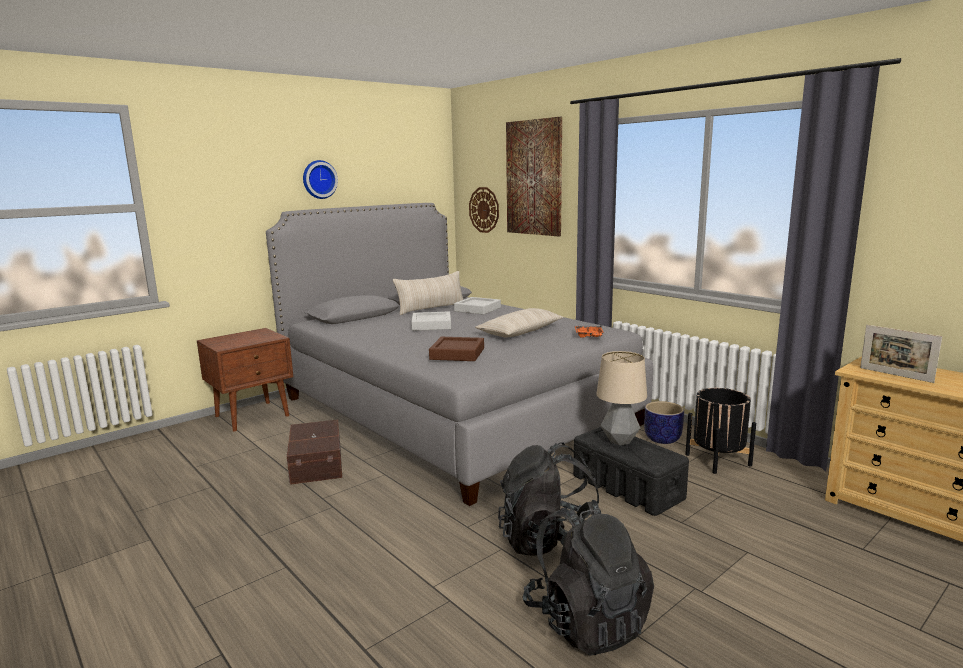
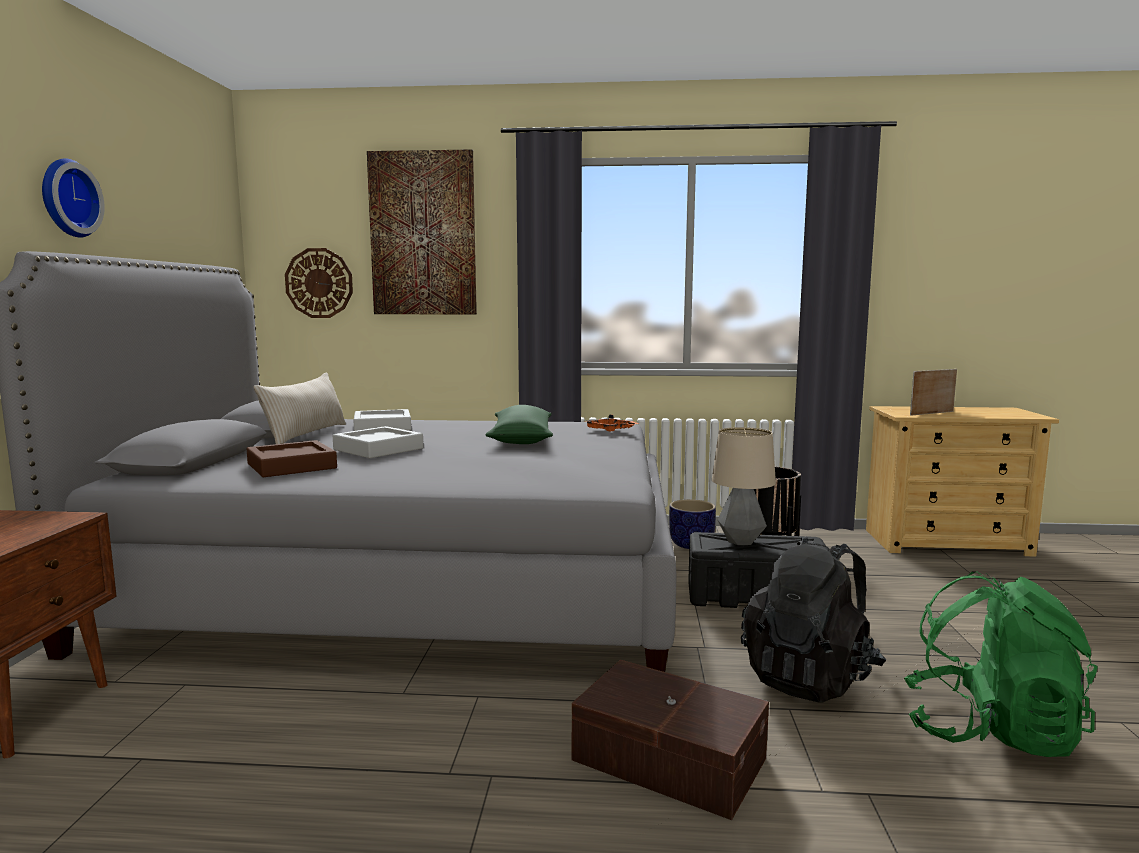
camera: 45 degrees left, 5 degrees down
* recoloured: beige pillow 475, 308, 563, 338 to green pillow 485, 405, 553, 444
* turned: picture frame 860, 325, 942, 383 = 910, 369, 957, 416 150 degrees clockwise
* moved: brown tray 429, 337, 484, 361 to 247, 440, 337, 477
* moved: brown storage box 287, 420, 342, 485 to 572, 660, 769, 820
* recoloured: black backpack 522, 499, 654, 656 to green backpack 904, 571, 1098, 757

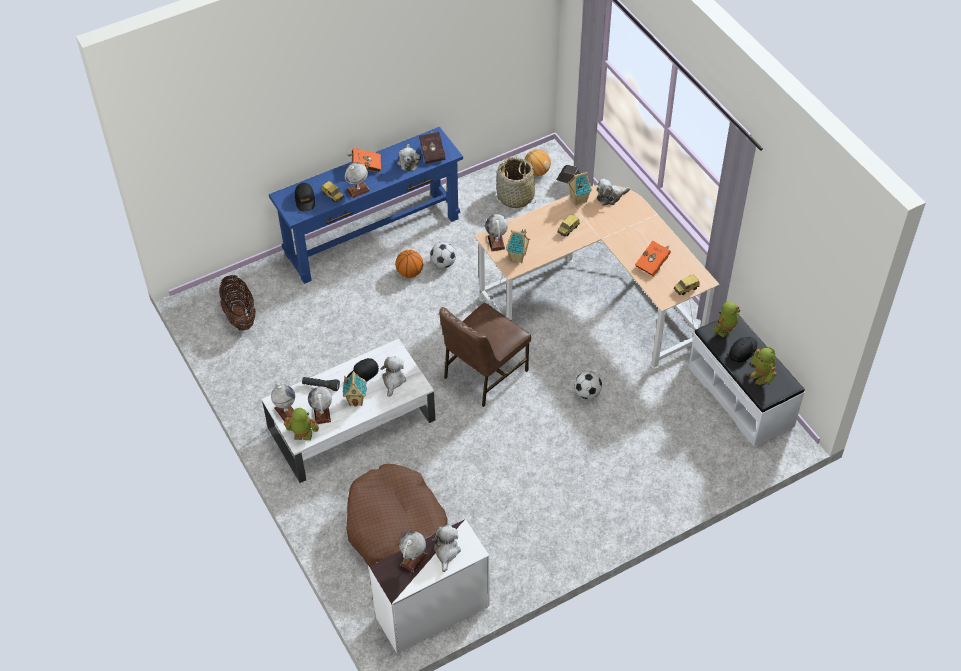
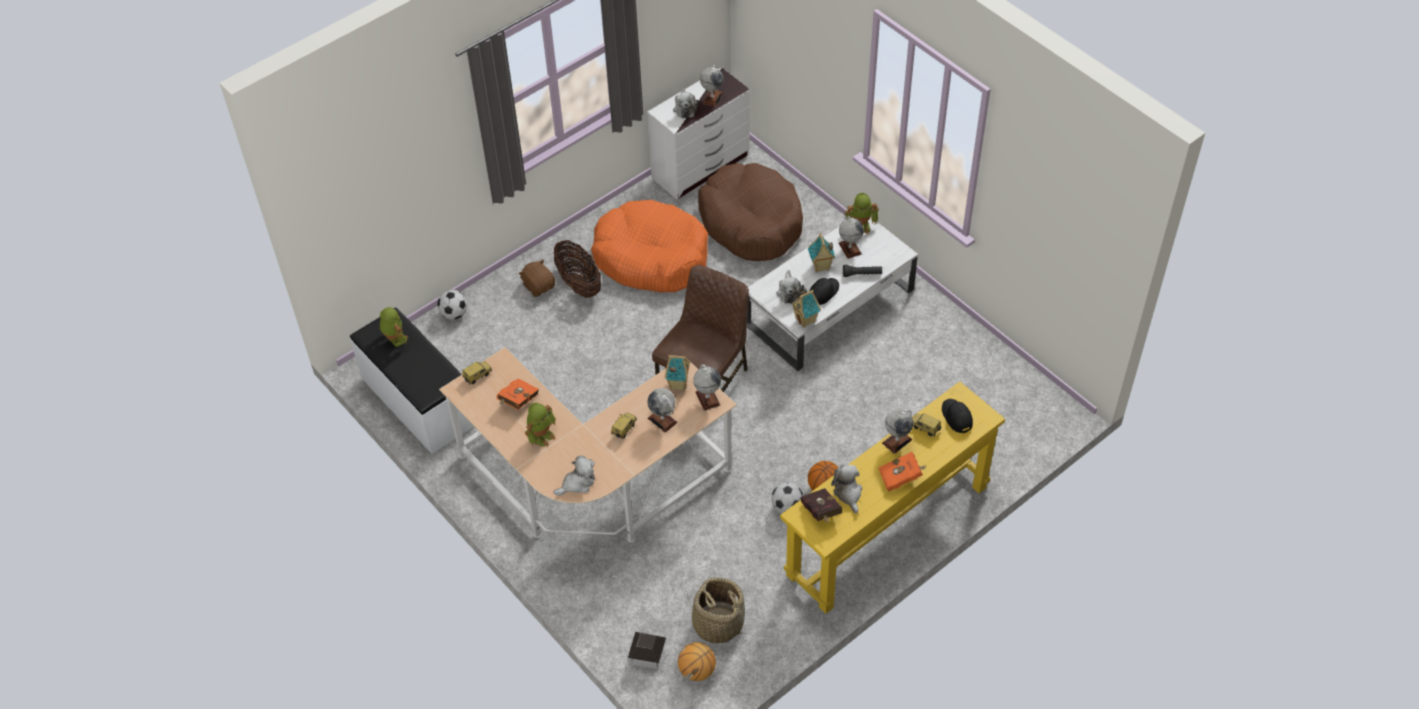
camera: 170 degrees right, 0 degrees up
* recoloured: blue console table 269, 127, 463, 284 to yellow console table 780, 382, 1005, 614
* moved: toy house 567, 172, 592, 205 to 791, 288, 821, 328
* moved: basket 219, 275, 256, 331 to 554, 240, 601, 298
* moved: toy robot 714, 302, 740, 338 to 525, 403, 556, 447
* removed: black cap 729, 337, 757, 363
* moved: football 574, 371, 602, 399 to 437, 290, 467, 320
* moved: globe 271, 383, 295, 422 to 647, 388, 678, 433
* added: orange dog bed 591, 200, 708, 292
* added: brown plush toy 519, 259, 555, 297

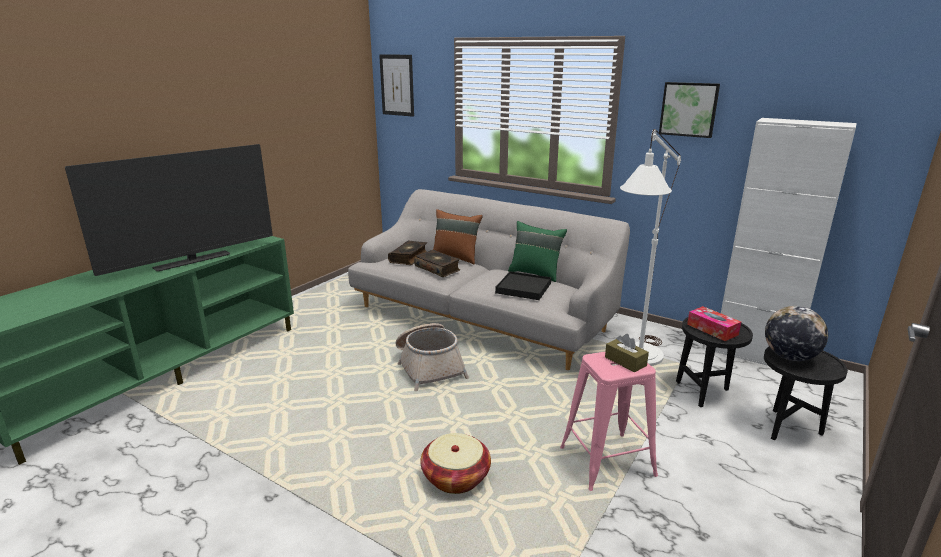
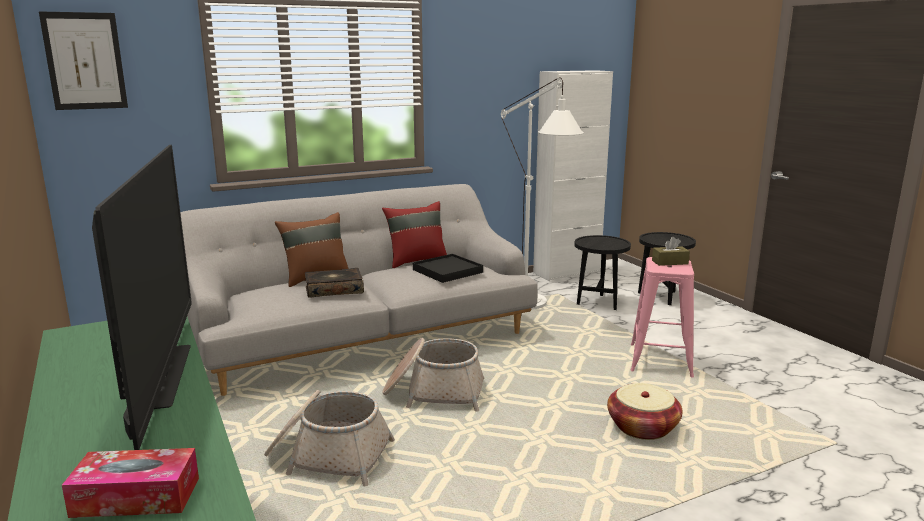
camera: 60 degrees left, 5 degrees down
* removed: picture 659, 82, 720, 138
* recoloured: green pillow 508, 221, 567, 282 to red pillow 382, 201, 447, 268
* removed: book 388, 241, 427, 265
* moved: tissue box 687, 306, 741, 341 to 62, 448, 199, 518
* removed: globe 765, 306, 828, 361
* added: basket 264, 390, 395, 486

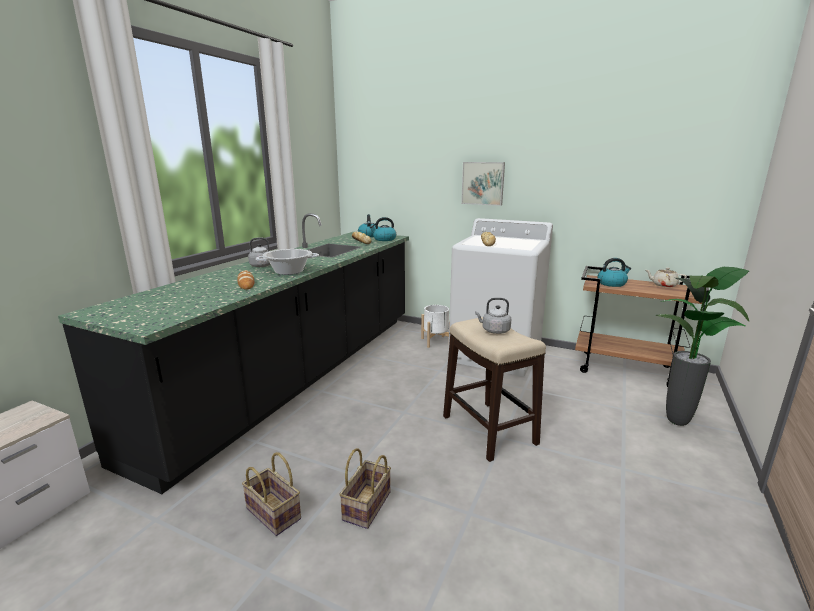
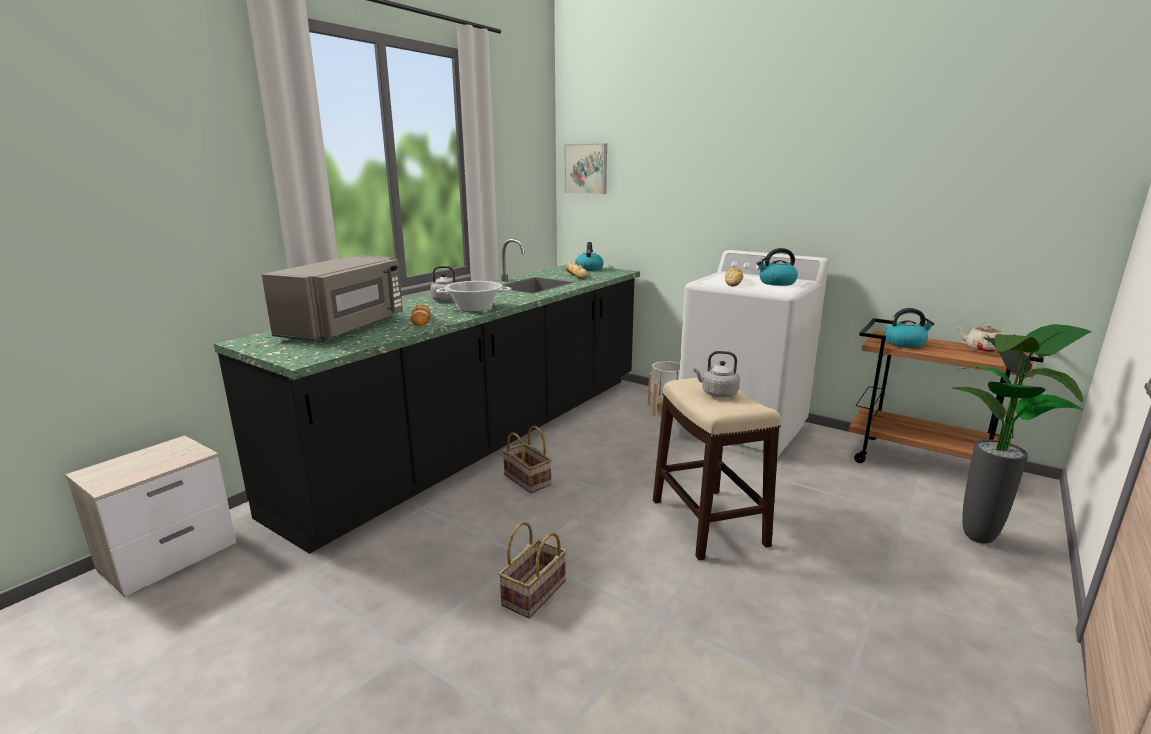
camera: 10 degrees right, 0 degrees up
* moved: picture 461, 162, 505, 206 to 564, 143, 607, 194
* moved: kettle 370, 217, 396, 241 to 756, 248, 798, 286
* moved: basket 242, 452, 301, 536 to 503, 426, 552, 493
* added: grey microwave 262, 255, 403, 341

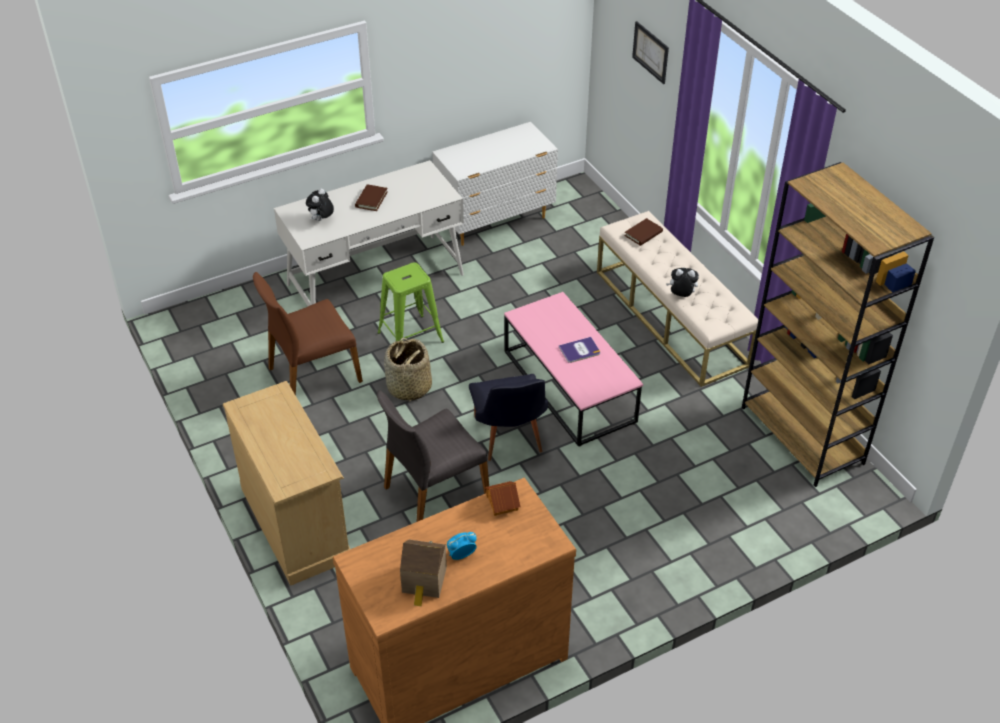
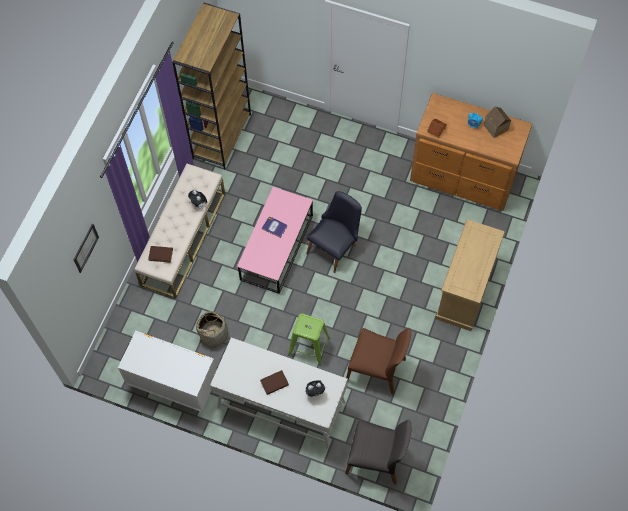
camera: 130 degrees left, 20 degrees up
* moved: basket 384, 338, 432, 402 to 196, 311, 231, 348
* moved: grey chair 377, 390, 489, 522 to 345, 419, 411, 485

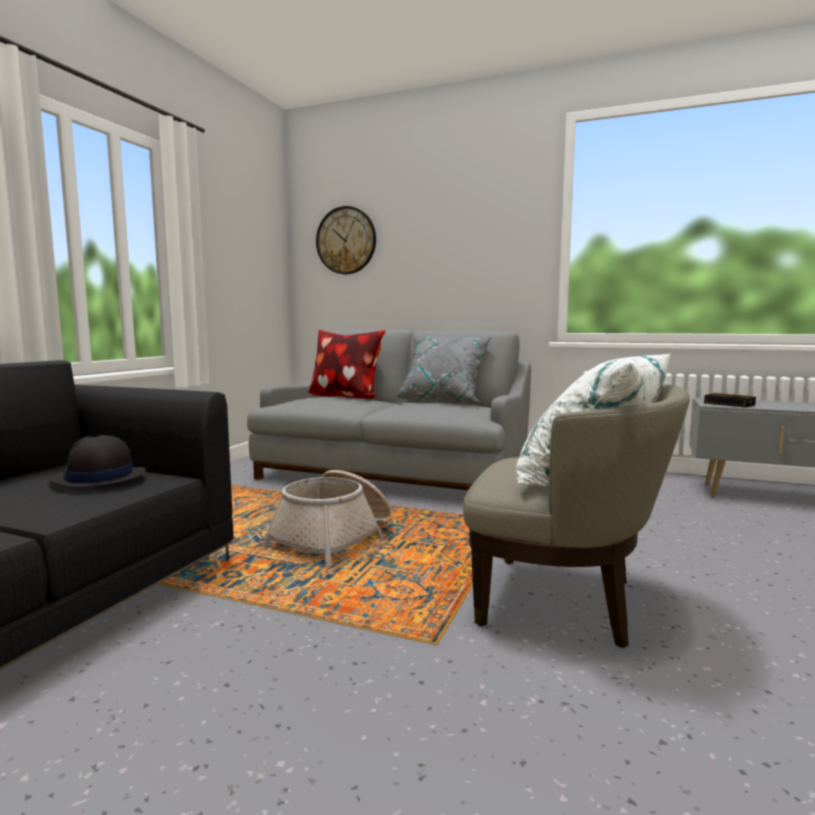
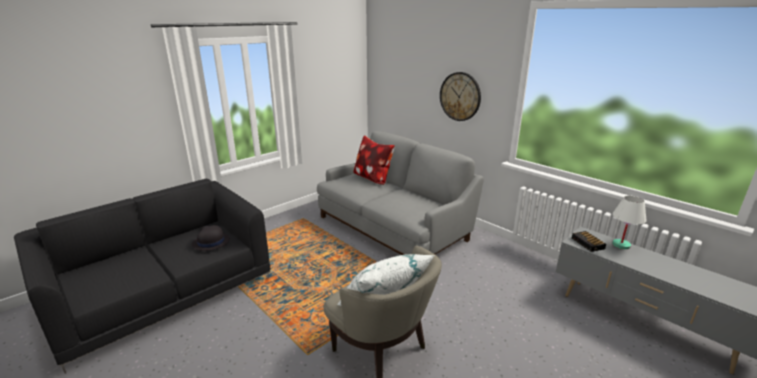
camera: 25 degrees right, 15 degrees up
* moved: wall clock 316, 206, 376, 274 to 440, 72, 481, 121
* removed: grey pillow 393, 336, 492, 404
* removed: basket 262, 470, 391, 566
* added: white table lamp 612, 196, 647, 249

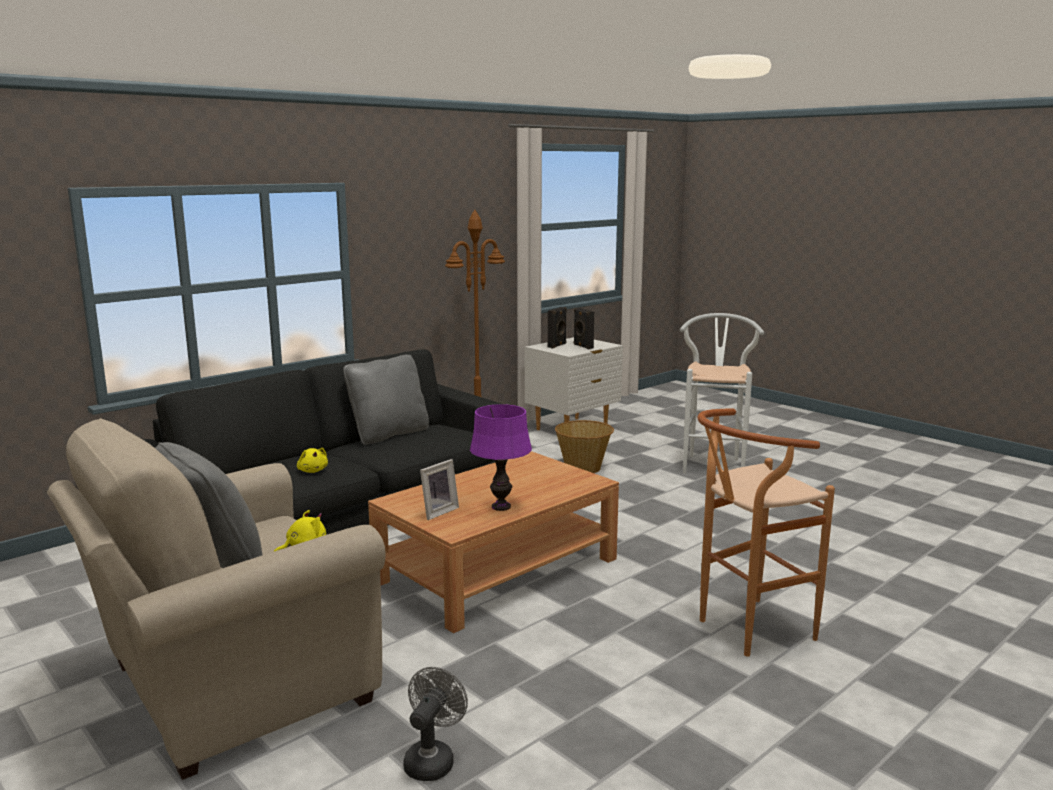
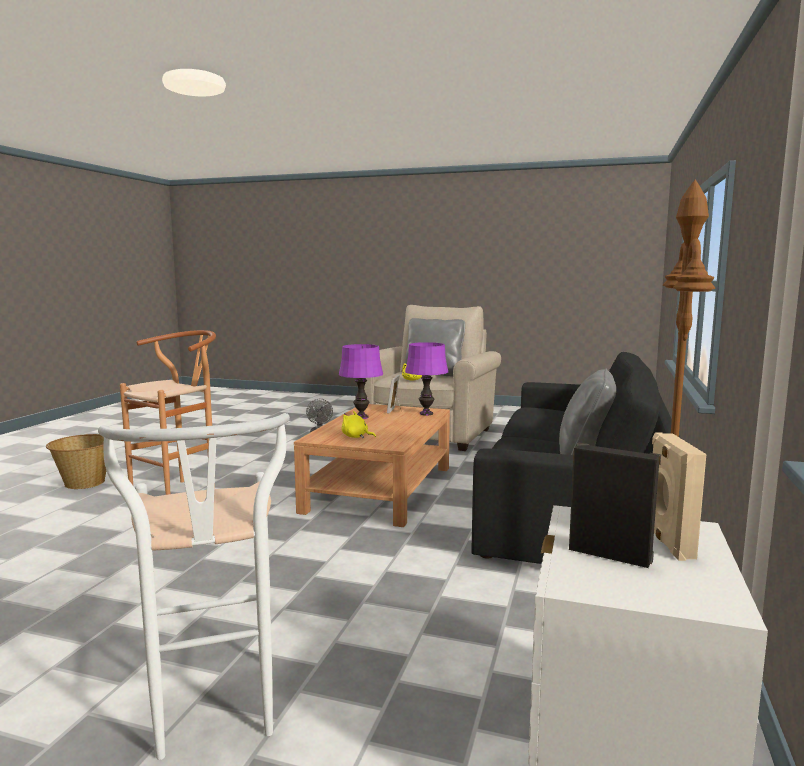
camera: 150 degrees right, 5 degrees down
* recoloured: black speaker 548, 307, 567, 349 to beige speaker 652, 432, 706, 561
* moved: basket 555, 420, 614, 473 to 46, 434, 106, 489
* moved: yellow plush toy 297, 448, 328, 473 to 341, 411, 376, 438
* added: purple table lamp 405, 342, 448, 416

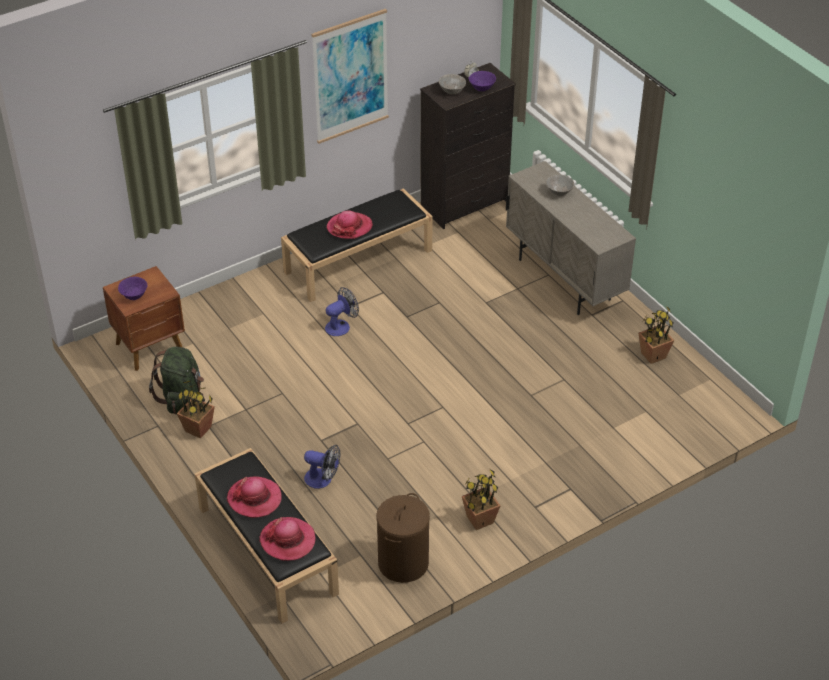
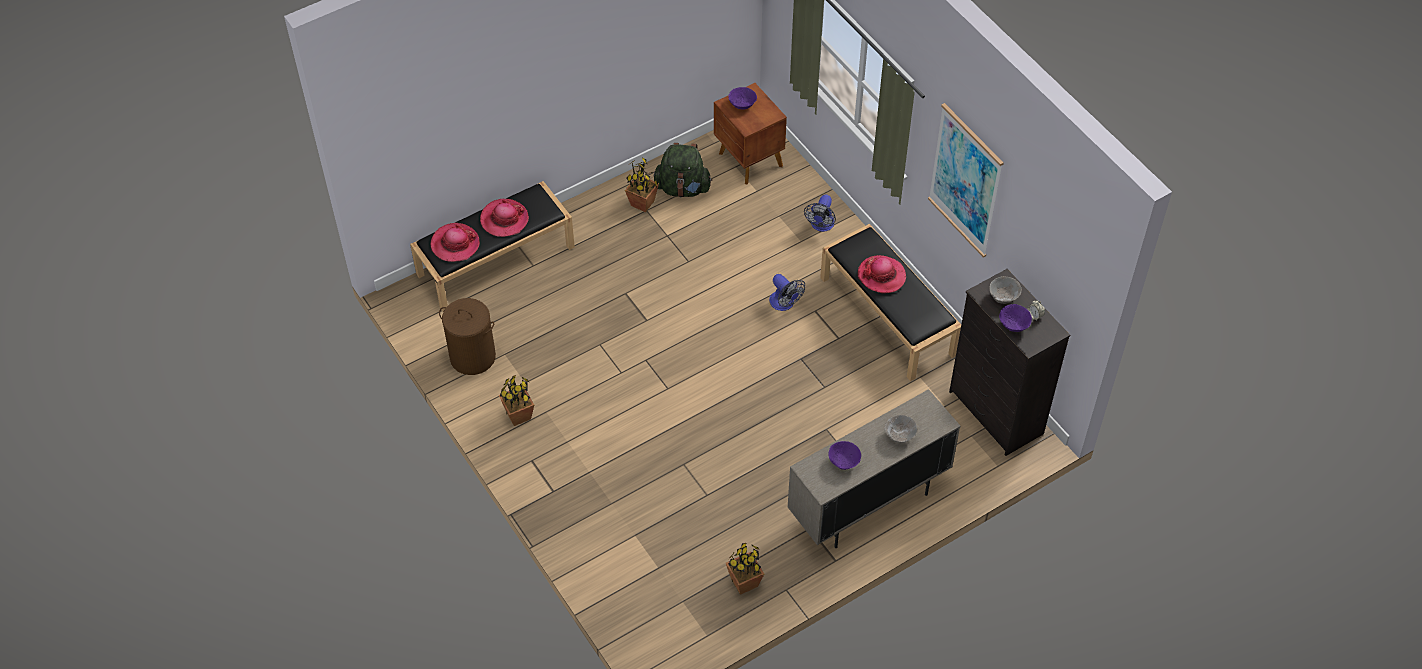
camera: 90 degrees right, 10 degrees up
* moved: fan 304, 445, 340, 489 to 804, 194, 836, 232
* added: purple bowl 829, 441, 861, 470

